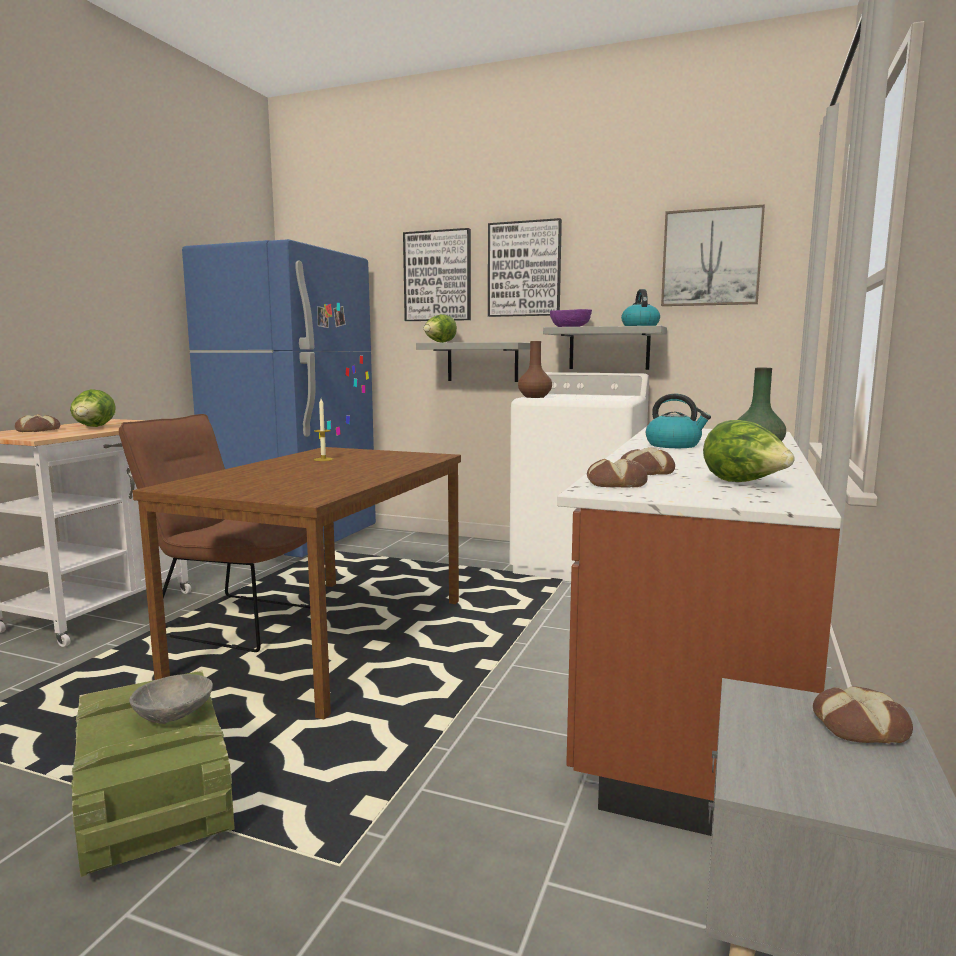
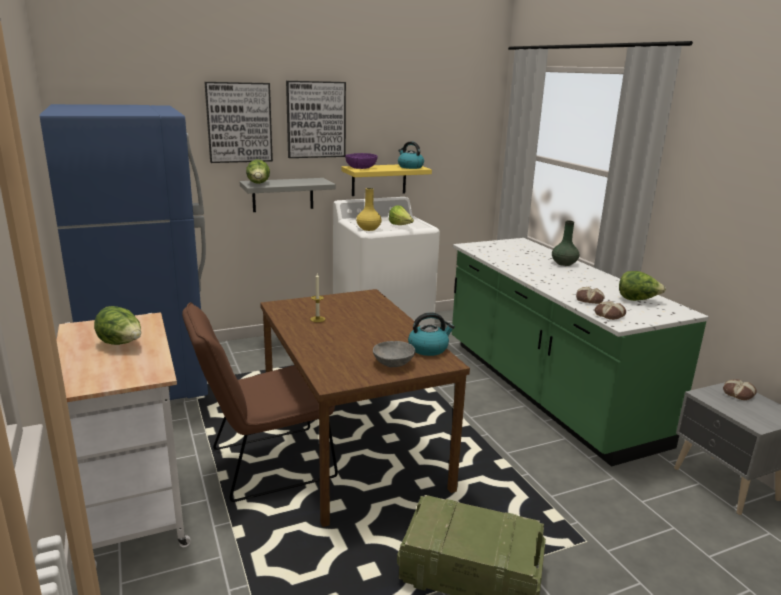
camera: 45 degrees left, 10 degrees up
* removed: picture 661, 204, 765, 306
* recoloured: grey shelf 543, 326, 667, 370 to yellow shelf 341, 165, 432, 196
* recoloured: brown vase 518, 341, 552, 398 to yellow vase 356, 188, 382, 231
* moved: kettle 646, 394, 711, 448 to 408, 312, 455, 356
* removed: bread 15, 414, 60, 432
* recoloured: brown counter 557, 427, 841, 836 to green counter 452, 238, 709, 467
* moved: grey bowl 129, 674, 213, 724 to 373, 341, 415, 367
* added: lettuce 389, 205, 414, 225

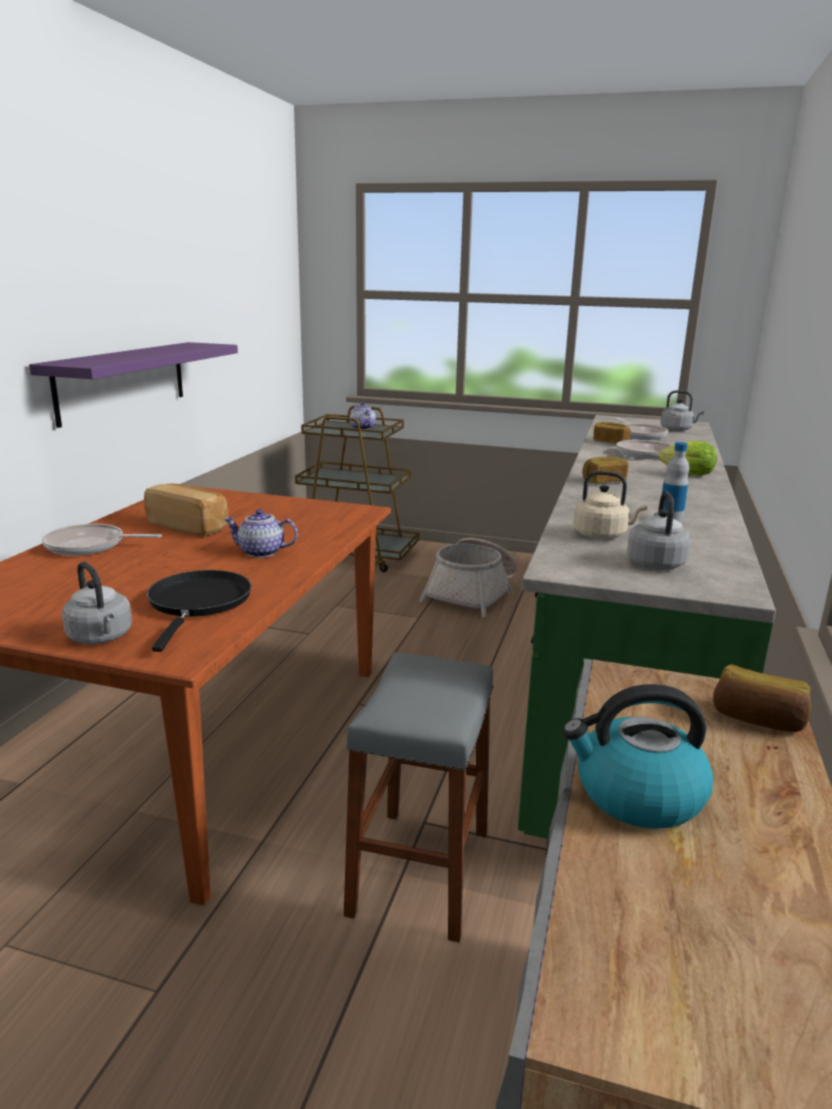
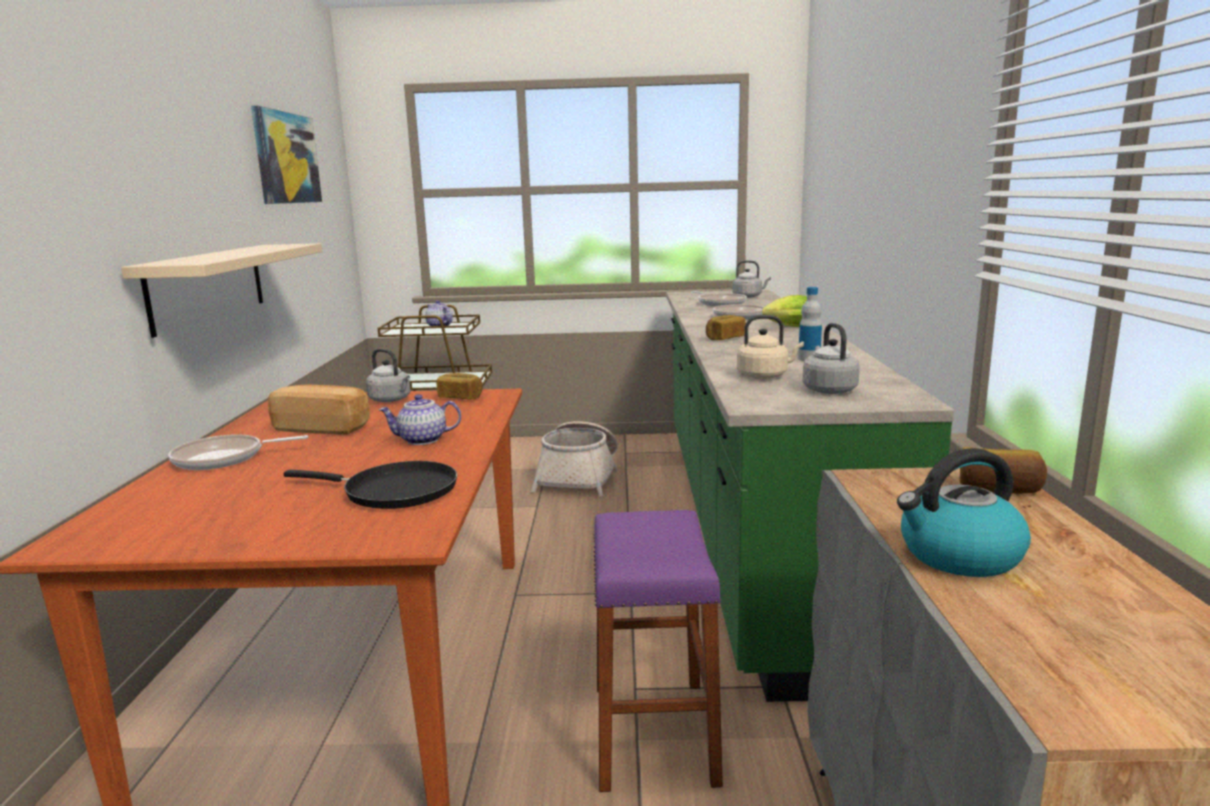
camera: 15 degrees left, 5 degrees down
* recoloured: purple shelf 29, 342, 238, 428 to beige shelf 121, 243, 322, 338
* moved: bread 593, 422, 631, 444 to 436, 373, 483, 399
* moved: grey kettle 62, 562, 132, 644 to 366, 349, 410, 402
* turned: black frying pan 147, 570, 251, 652 = 284, 461, 457, 509 120 degrees clockwise
* recoloured: grey stool 344, 653, 494, 942 to purple stool 593, 510, 723, 792
* added: picture 251, 106, 322, 204

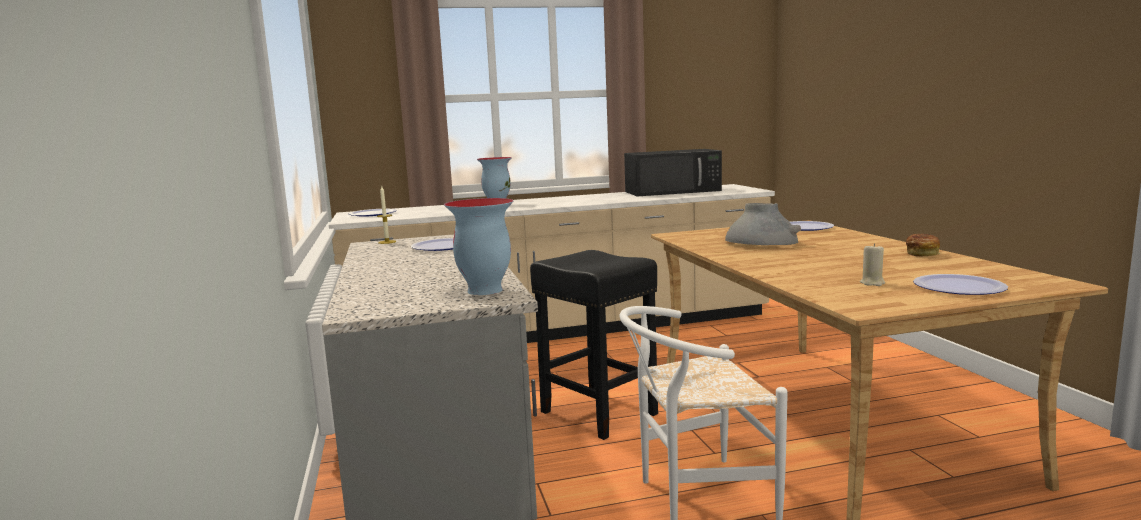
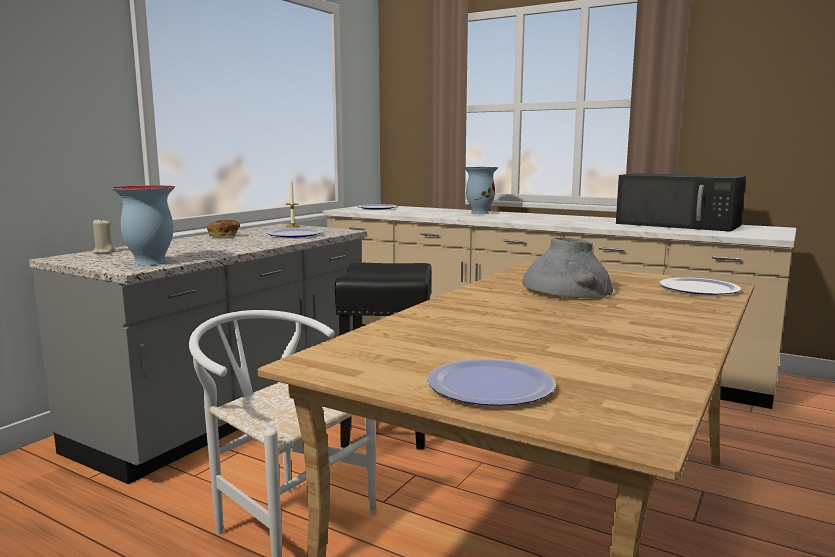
camera: 45 degrees right, 0 degrees up
* moved: bread 906, 234, 940, 257 to 207, 220, 240, 237
* moved: beige candle 860, 243, 885, 286 to 92, 218, 115, 254

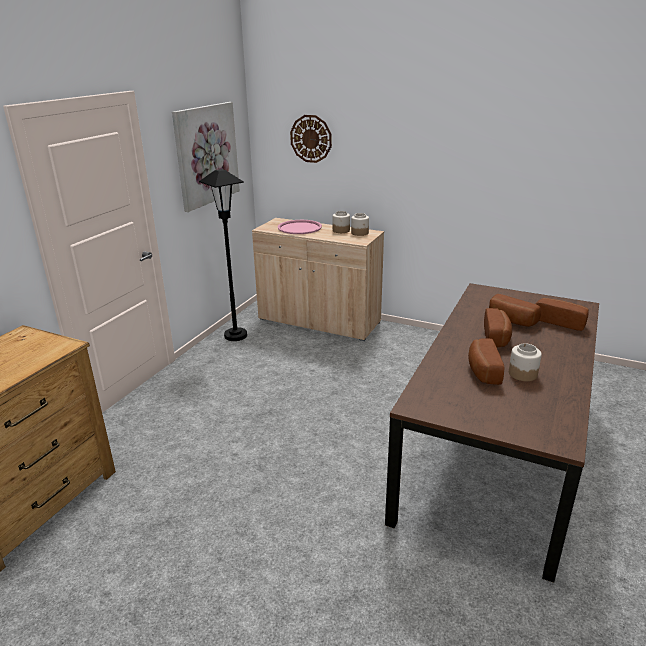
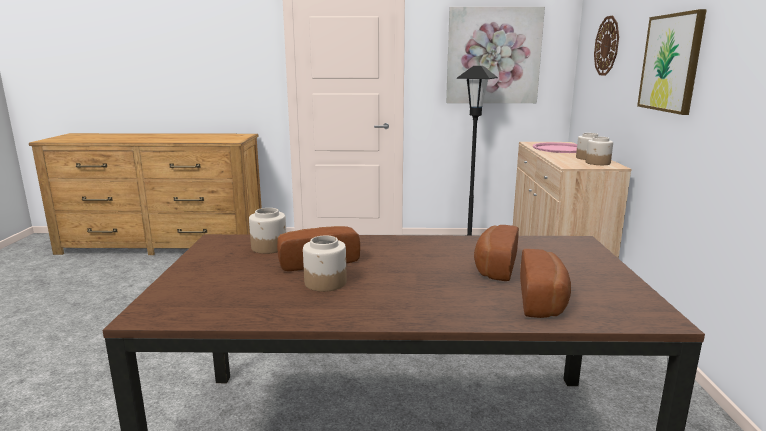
camera: 65 degrees right, 10 degrees down
* removed: bread 484, 308, 512, 347
* added: picture 637, 9, 707, 115
* added: jar 249, 208, 287, 254

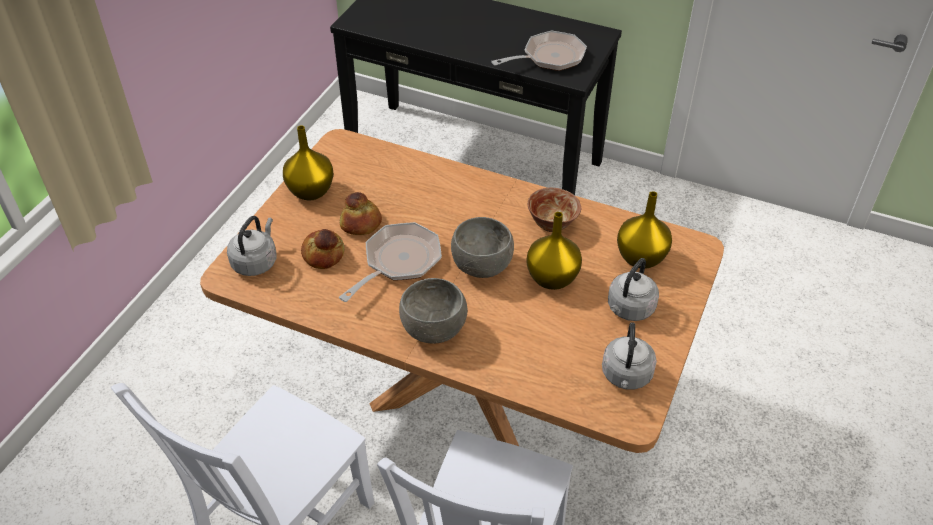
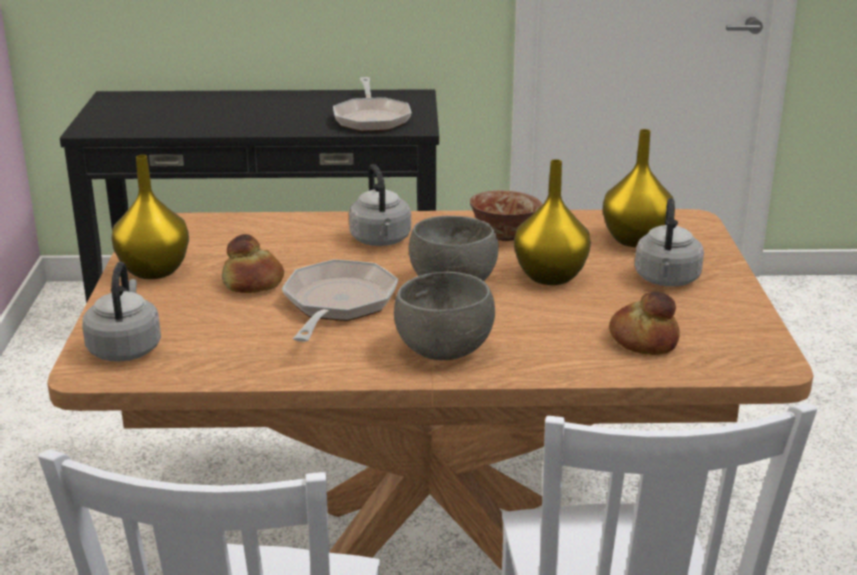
camera: 25 degrees left, 20 degrees down
* turned: frying pan 491, 31, 587, 71 = 333, 77, 411, 132 135 degrees clockwise
* moved: bread 301, 229, 344, 269 to 609, 292, 680, 355
* moved: grey kettle 602, 322, 657, 390 to 349, 164, 411, 246

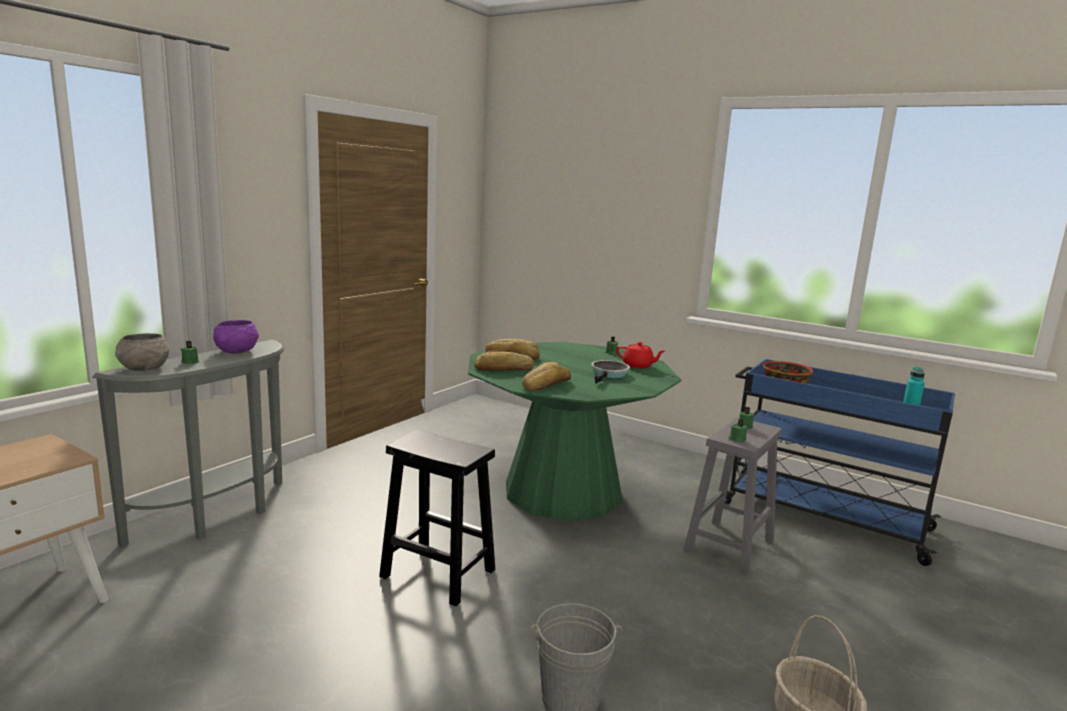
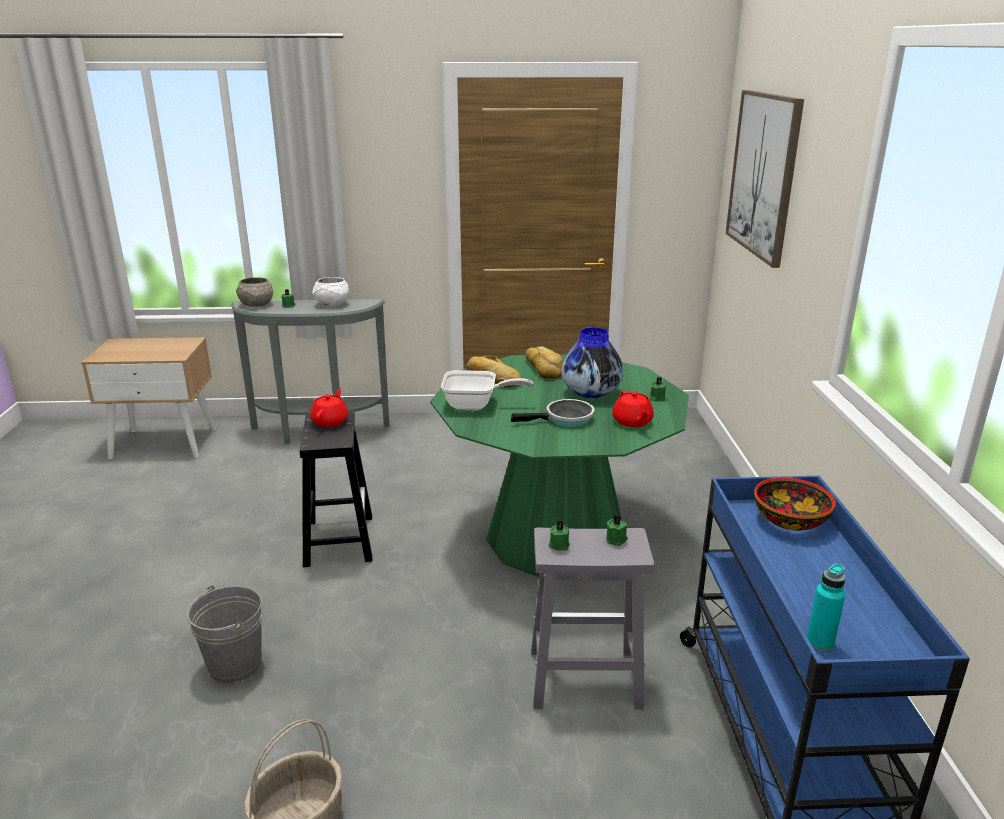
camera: 55 degrees right, 10 degrees up
* recoloured: purple bowl 213, 320, 259, 354 to white bowl 312, 277, 349, 306
* replaced: bread 522, 362, 571, 391 to frying pan 441, 370, 533, 410
* added: picture 725, 90, 804, 268
* added: vase 561, 327, 624, 398
* added: red teapot 310, 389, 348, 427

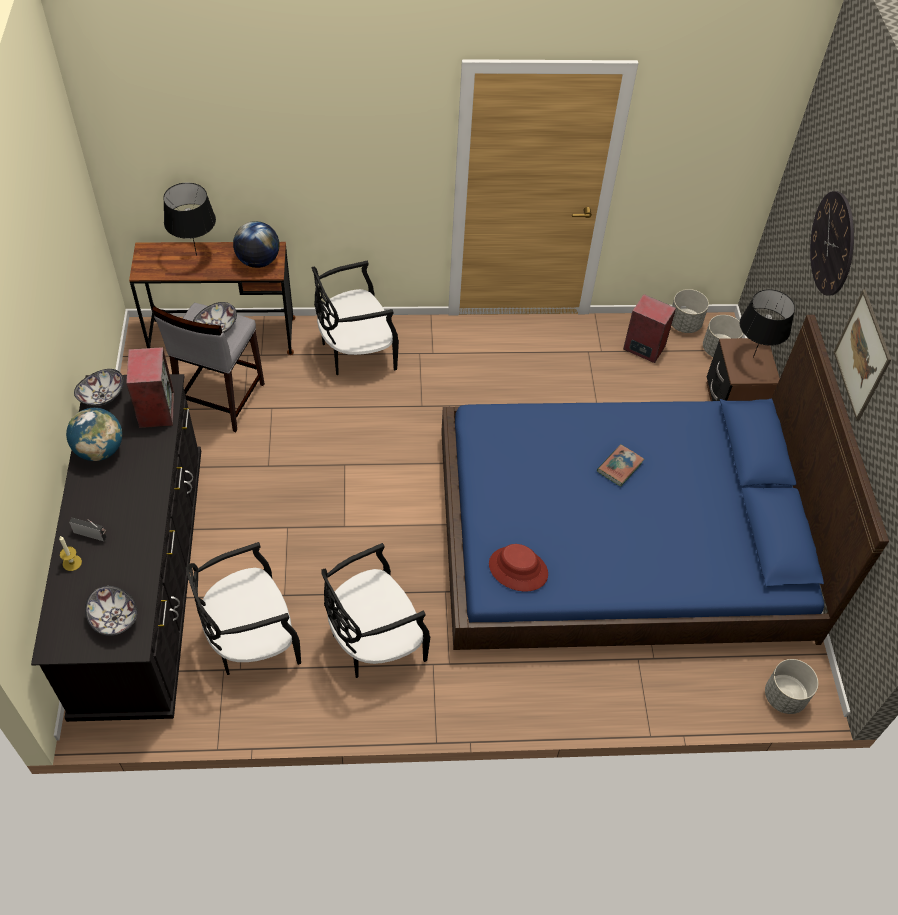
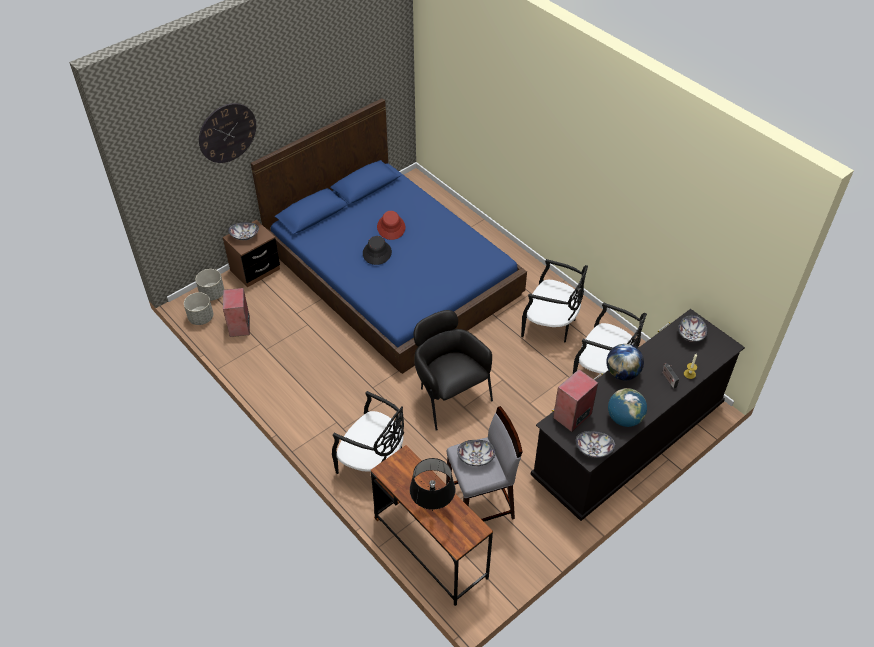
camera: 125 degrees left, 5 degrees down
* moved: globe 233, 221, 279, 268 to 606, 344, 644, 380
* replaced: black table lamp 740, 289, 795, 358 to bowl 228, 222, 259, 240
* removed: picture 834, 290, 892, 421
* replaced: book 597, 444, 644, 487 to black hat 363, 236, 392, 265
* moved: red hat 489, 544, 548, 591 to 377, 211, 405, 240
* removed: grey planter 765, 659, 818, 714
* added: black armchair 413, 310, 493, 431

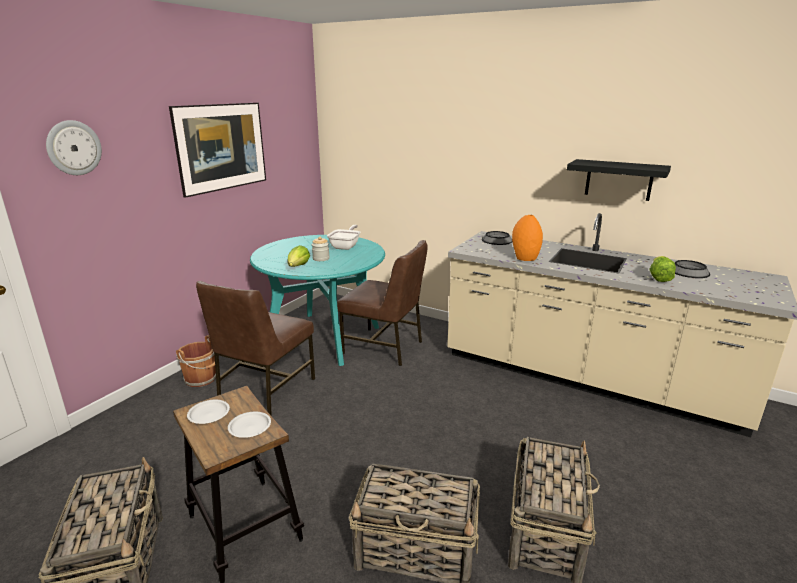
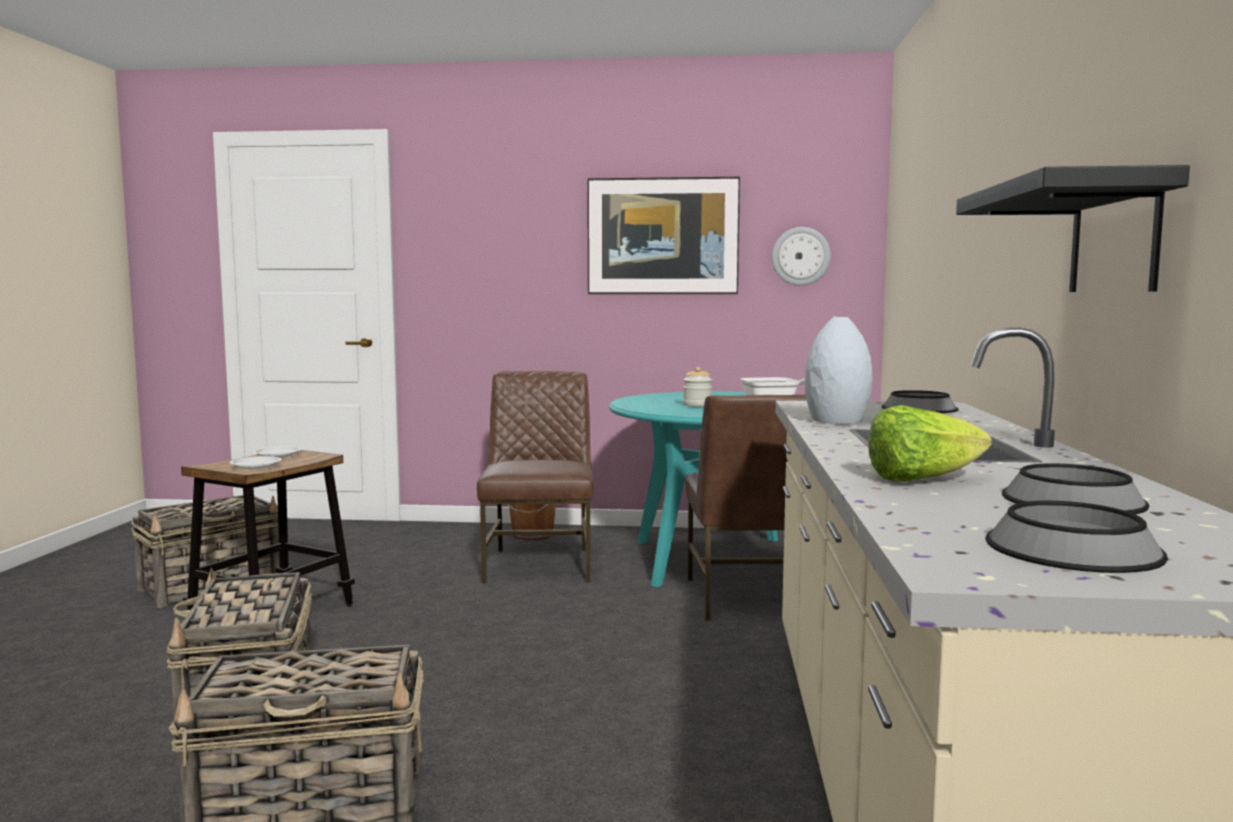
camera: 65 degrees right, 15 degrees down
* moved: wall clock 46, 120, 102, 175 to 772, 227, 831, 286
* recoloured: orange vase 512, 215, 543, 261 to grey vase 805, 316, 873, 424
* removed: lettuce 287, 245, 310, 267
* turned: brown chair 196, 281, 315, 416 = 477, 371, 594, 584 90 degrees clockwise
* added: bowl 985, 501, 1168, 573

